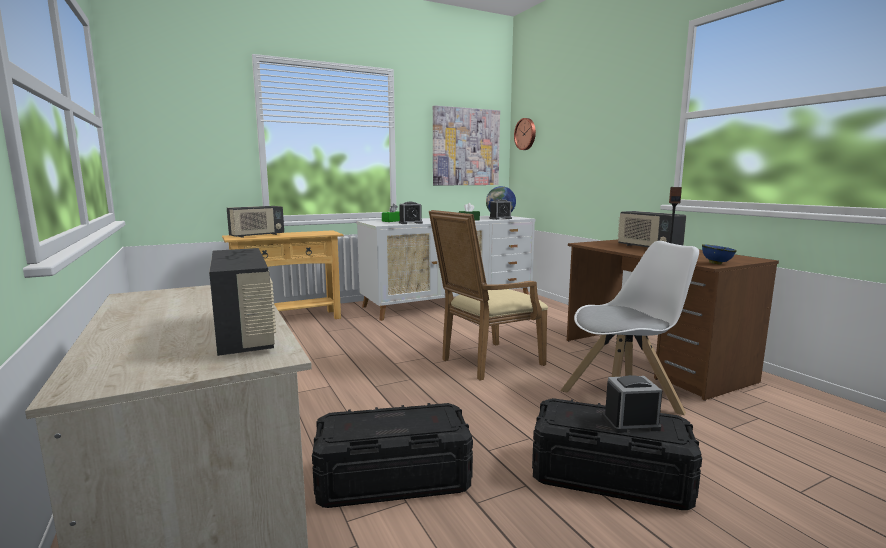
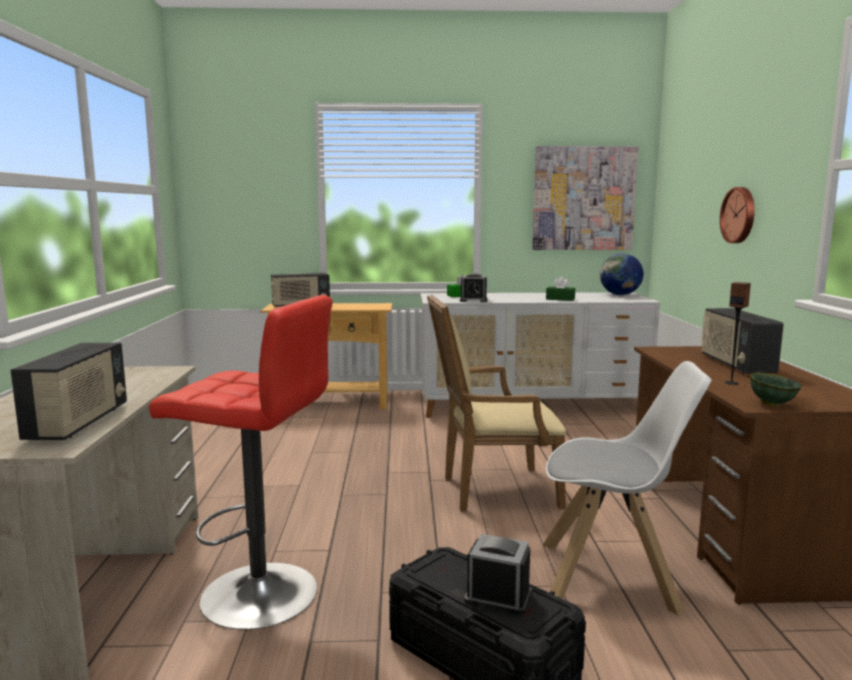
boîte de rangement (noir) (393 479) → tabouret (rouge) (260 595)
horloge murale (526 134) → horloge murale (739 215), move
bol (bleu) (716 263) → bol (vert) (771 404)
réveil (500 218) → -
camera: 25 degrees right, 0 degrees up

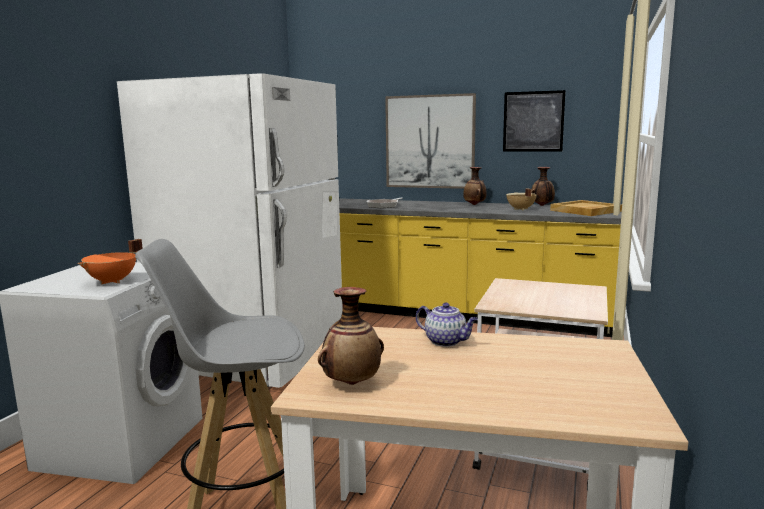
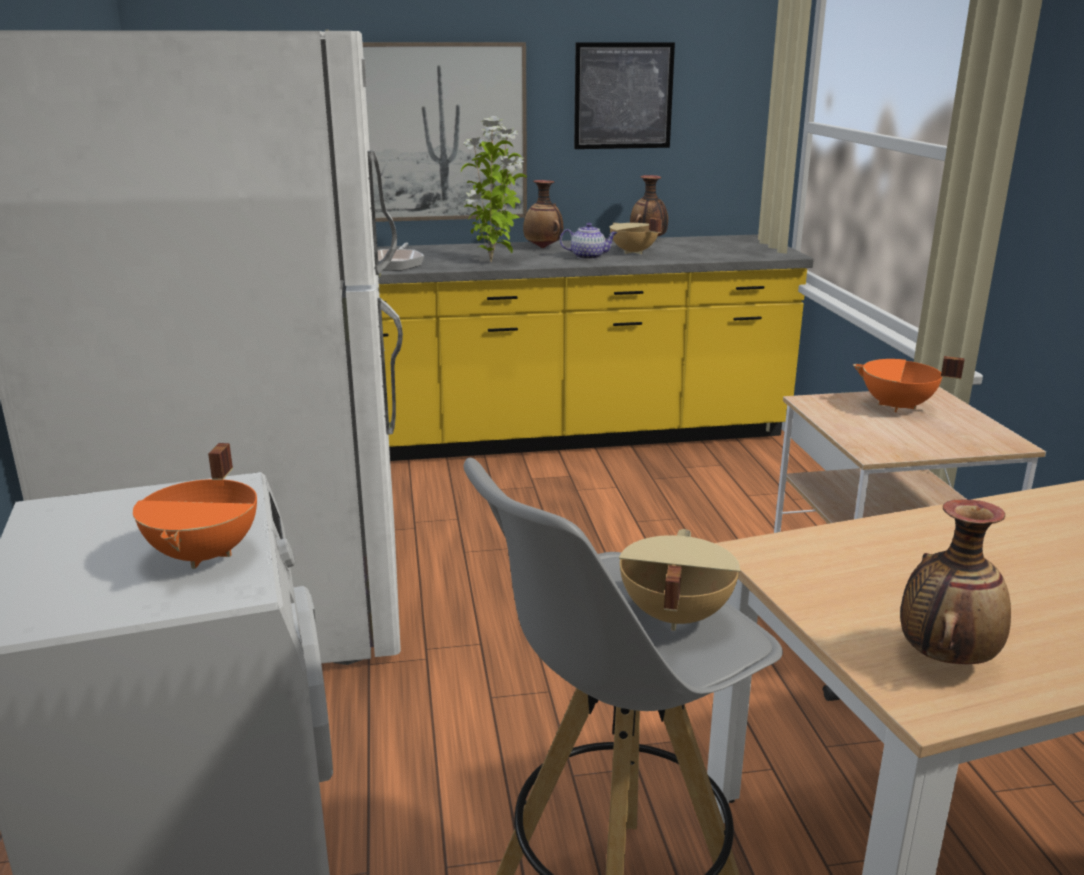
- → plante en pot (493 261)
théière (446 341) → théière (588 257), move
- → marmite (beige) (673 615)
- → marmite (orange) (897 407)
plateau (beige) (585 211) → -
camera: 30 degrees left, 10 degrees up

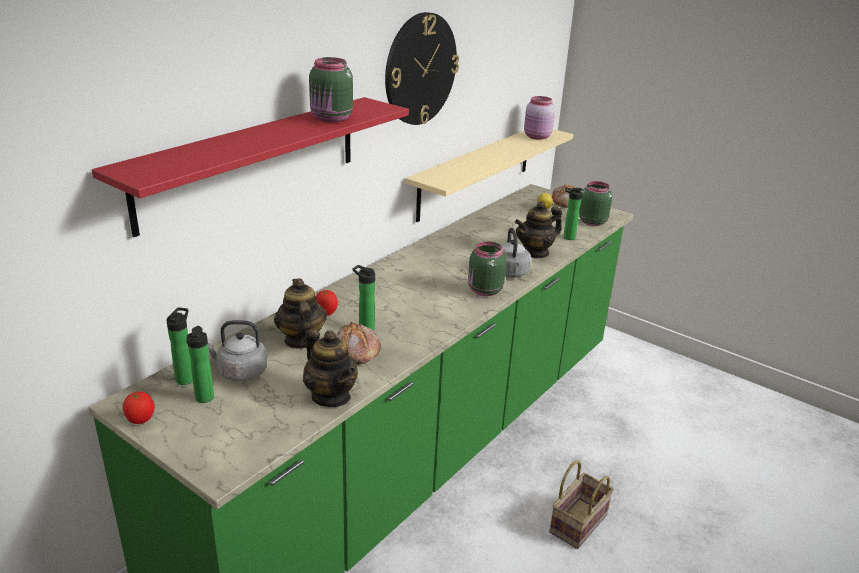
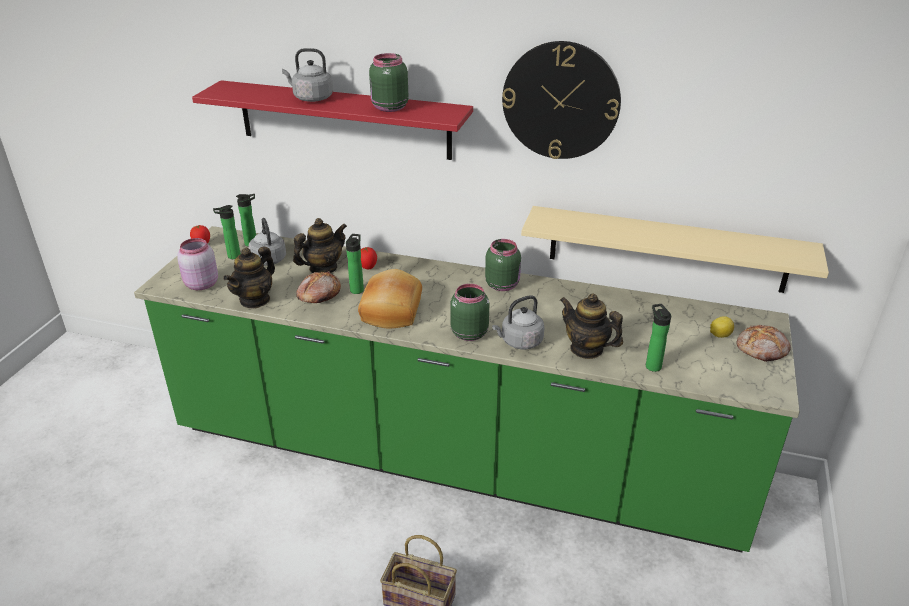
bocal (rose) (537 137) → bocal (rose) (200 284), move
- → bouilloire (gris) (311 98)
- → pain (390 311)
bocal (vert) (592 222) → bocal (vert) (502 285), move
camera: 70 degrees right, 5 degrees up

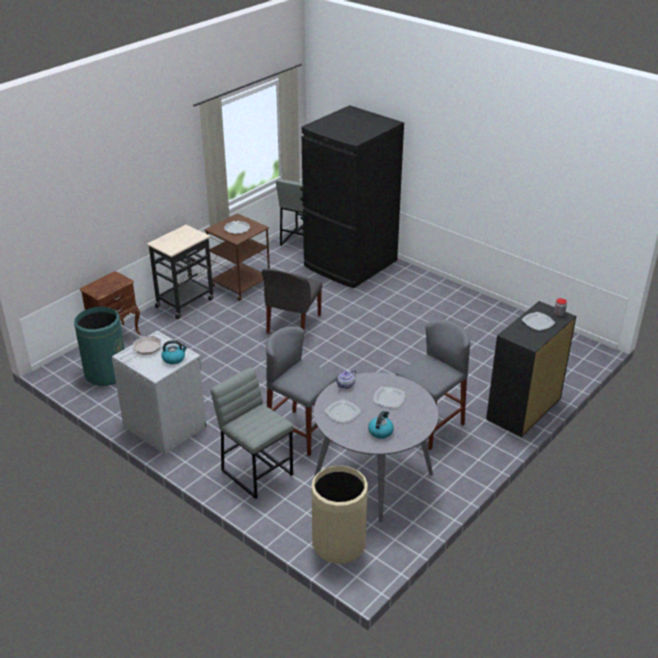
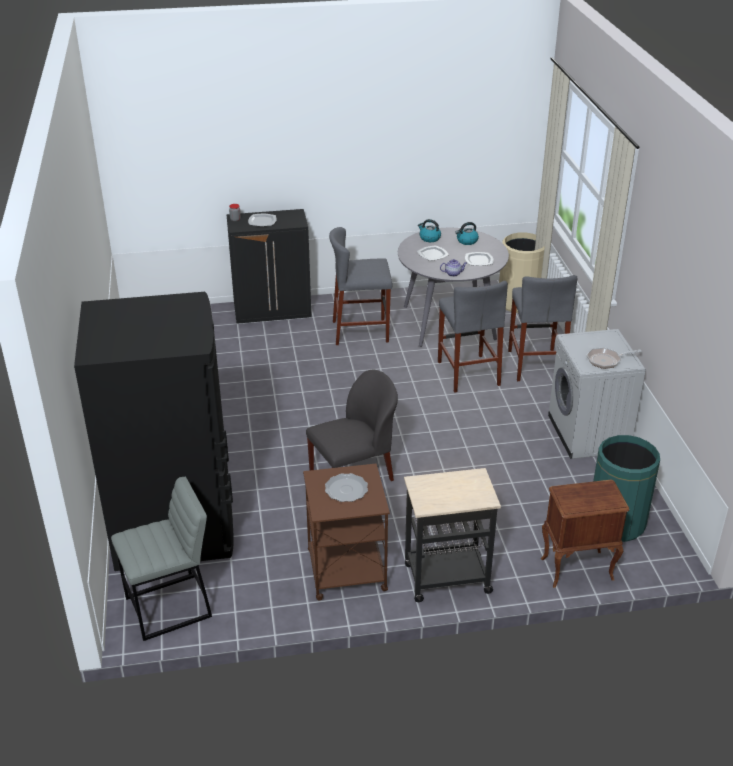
bouilloire (174 358) → bouilloire (429 238), move
chaise (gris) (255 471) → tabouret (gris) (535 364)
camera: 140 degrees left, 0 degrees up

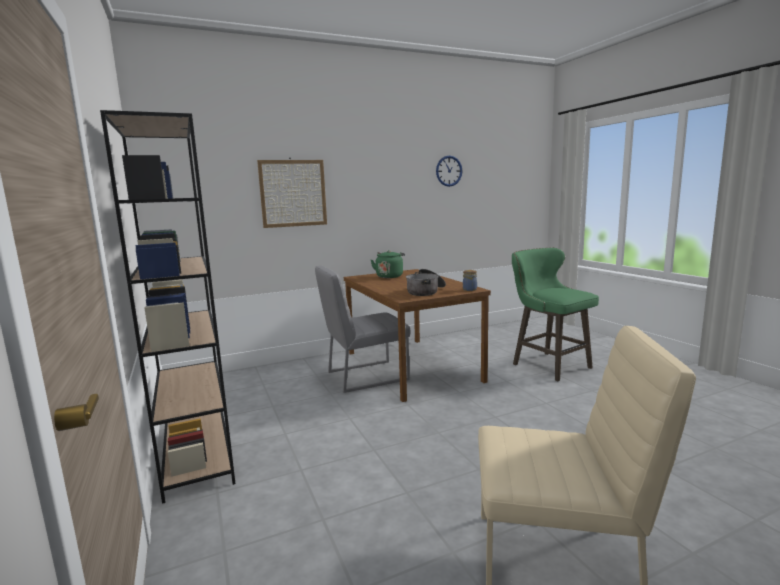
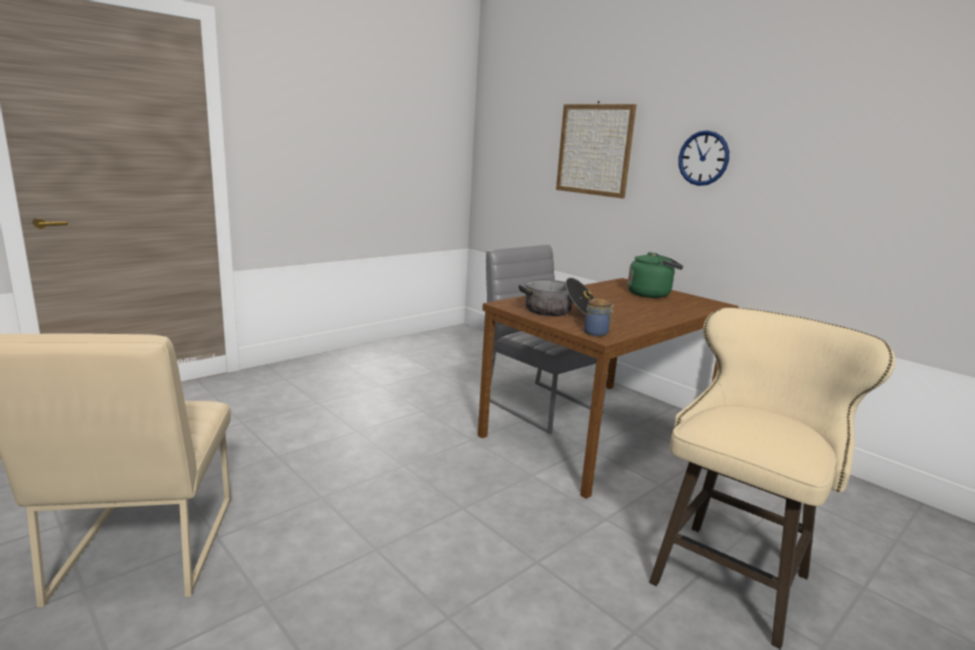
tabouret (vert) (548 365) → tabouret (beige) (733 575)
horloge murale (449 171) → horloge murale (703 158), move
bibliothèque (beige) (196 455) → -
camera: 70 degrees right, 5 degrees up

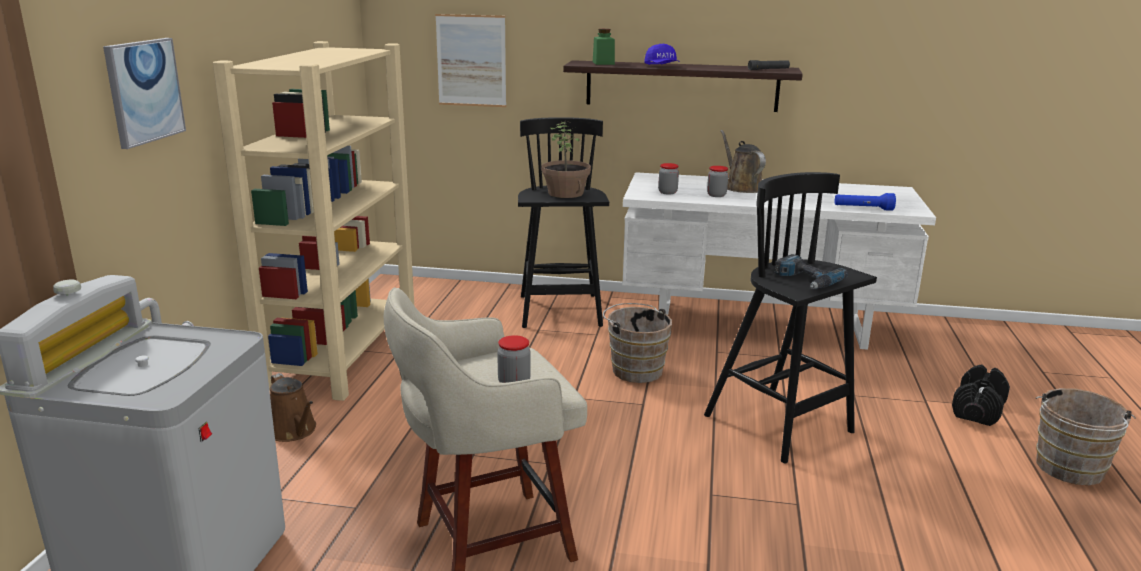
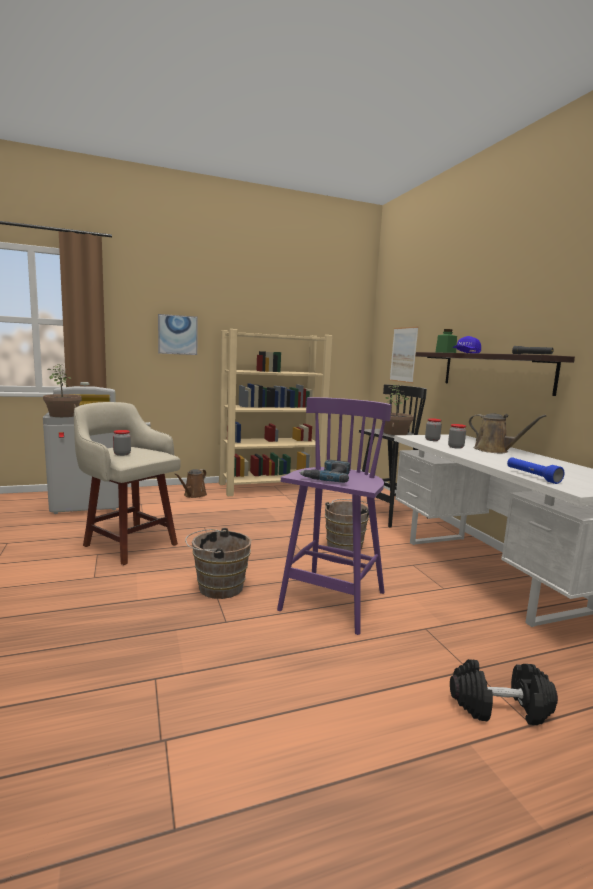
- → plante en pot (63 415)
seau (marron) (1068 470) → seau (marron) (217 587), move
tabouret (noir) (782 425) → tabouret (violet) (331 602)
arrosoir (marron) (741 187) → arrosoir (marron) (494 450), 90 degrees clockwise
camera: 60 degrees right, 10 degrees down

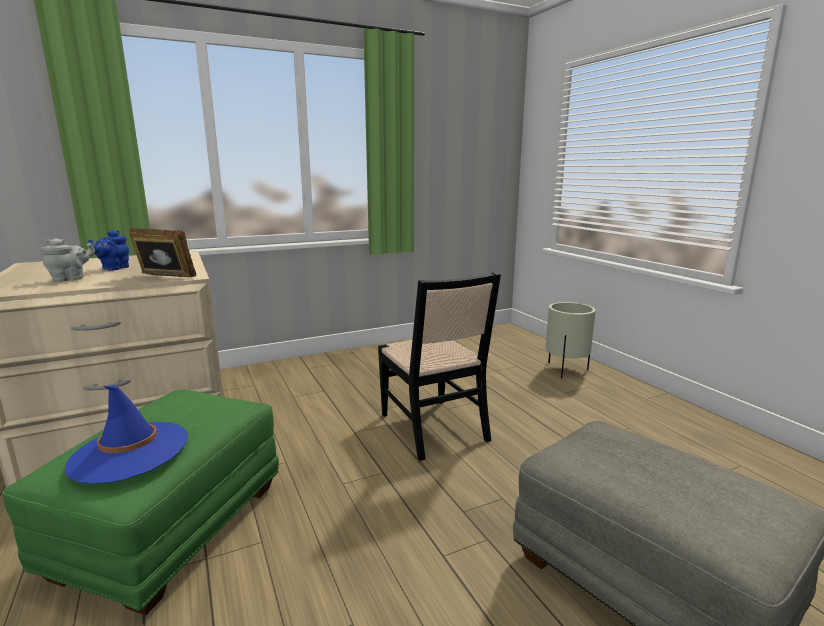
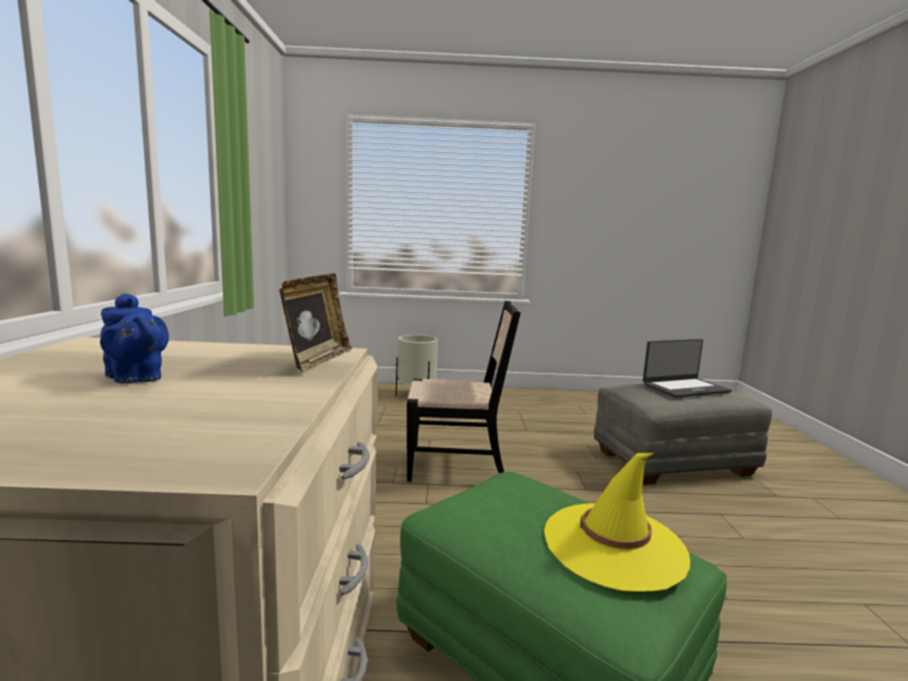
cadre photo (164 277) → cadre photo (317 360), 150 degrees clockwise
chapeau (bleu) (129 452) → chapeau (jaune) (614 545)
- → ordinateur portable (685 388)
théière (gris) (71 279) → -
camera: 65 degrees left, 5 degrees down

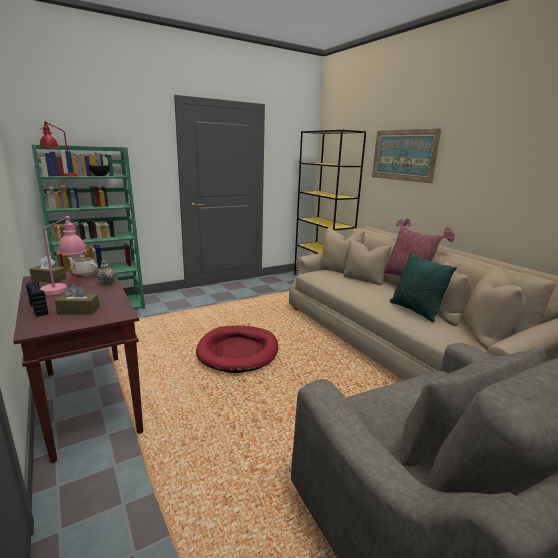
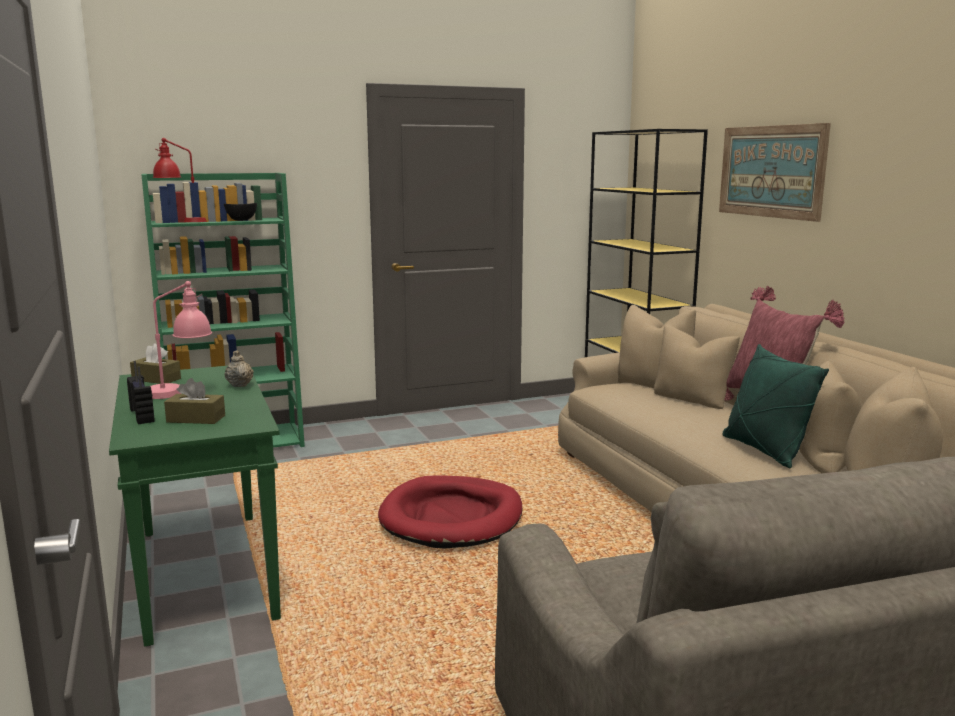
table console (marron) (89 400) → table console (vert) (204 572)
théière (beige) (84 274) → -
camera: 10 degrees right, 5 degrees down

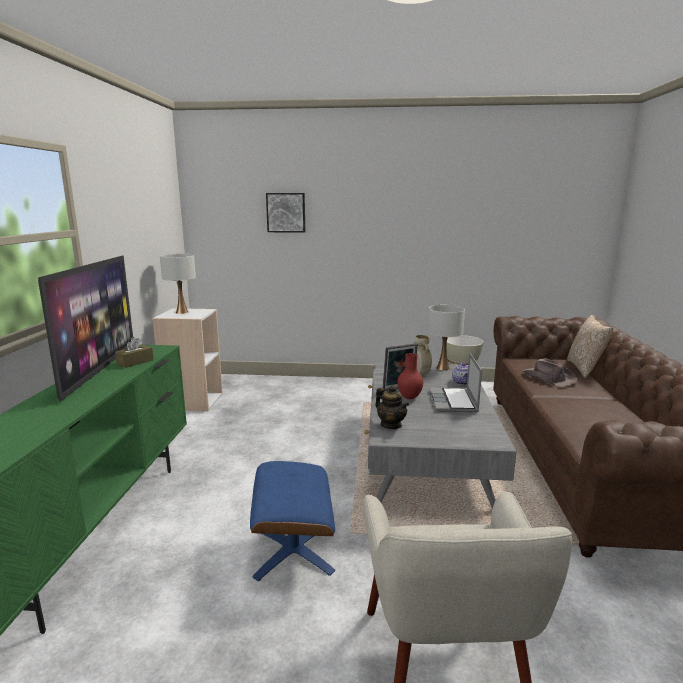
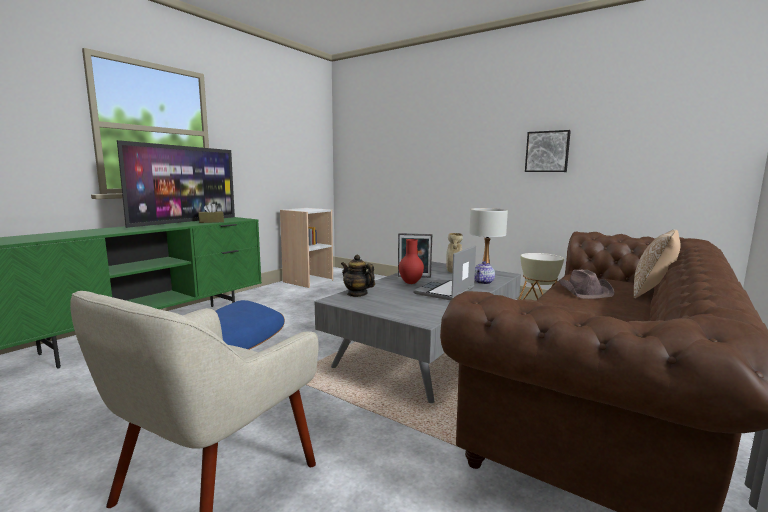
théière (391 425) → théière (357 294), 135 degrees clockwise
tableau (286 212) → tableau (547 151), move
lampe de table (blanc) (182 312) → -
camera: 30 degrees right, 5 degrees down

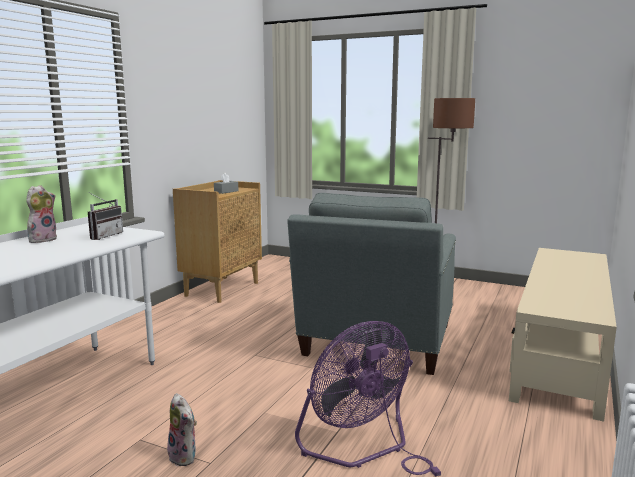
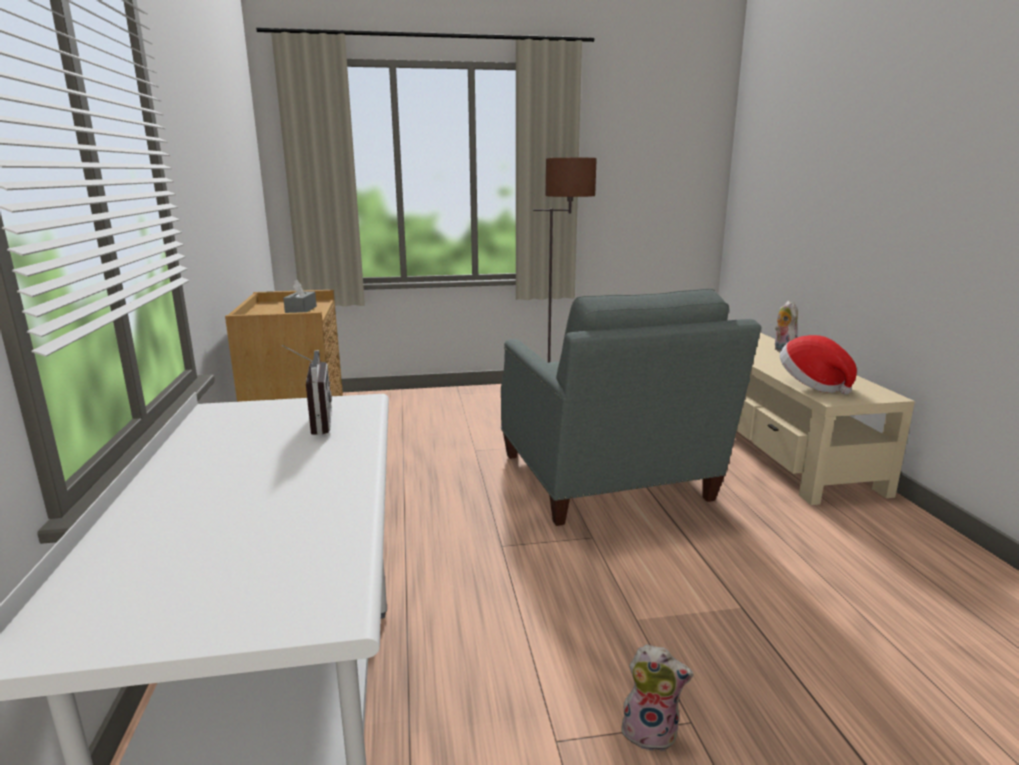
peluche (43 239) → peluche (782 351), move
- → chapeau (812 385)
ventilateur (violet) (371 447) → -
camera: 35 degrees left, 5 degrees up

